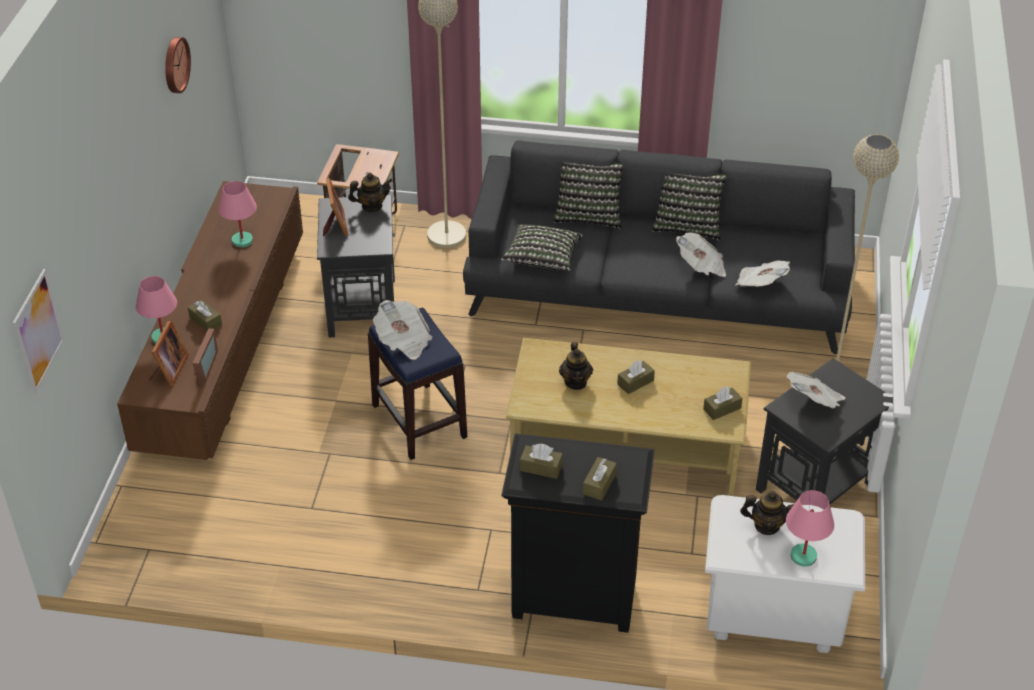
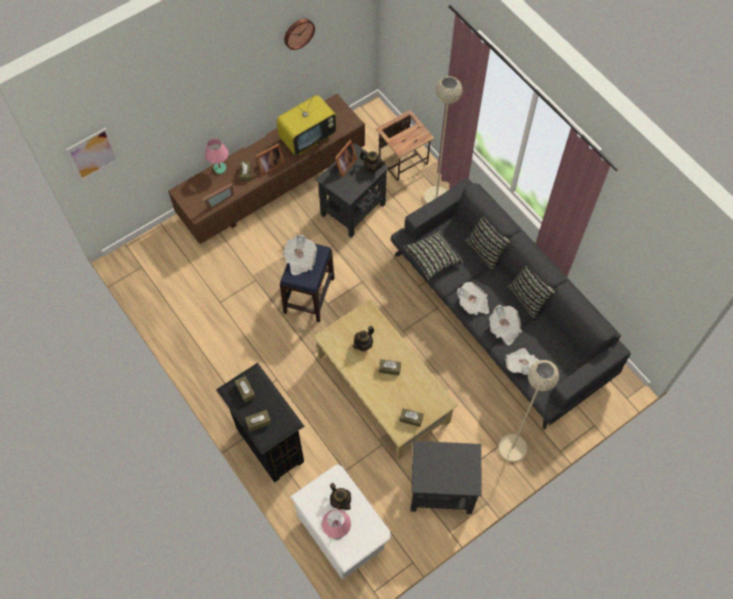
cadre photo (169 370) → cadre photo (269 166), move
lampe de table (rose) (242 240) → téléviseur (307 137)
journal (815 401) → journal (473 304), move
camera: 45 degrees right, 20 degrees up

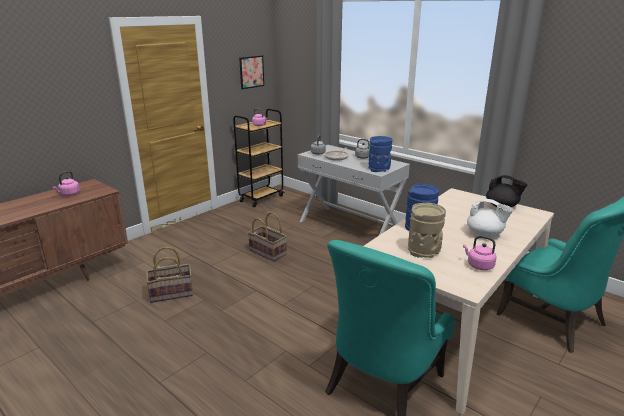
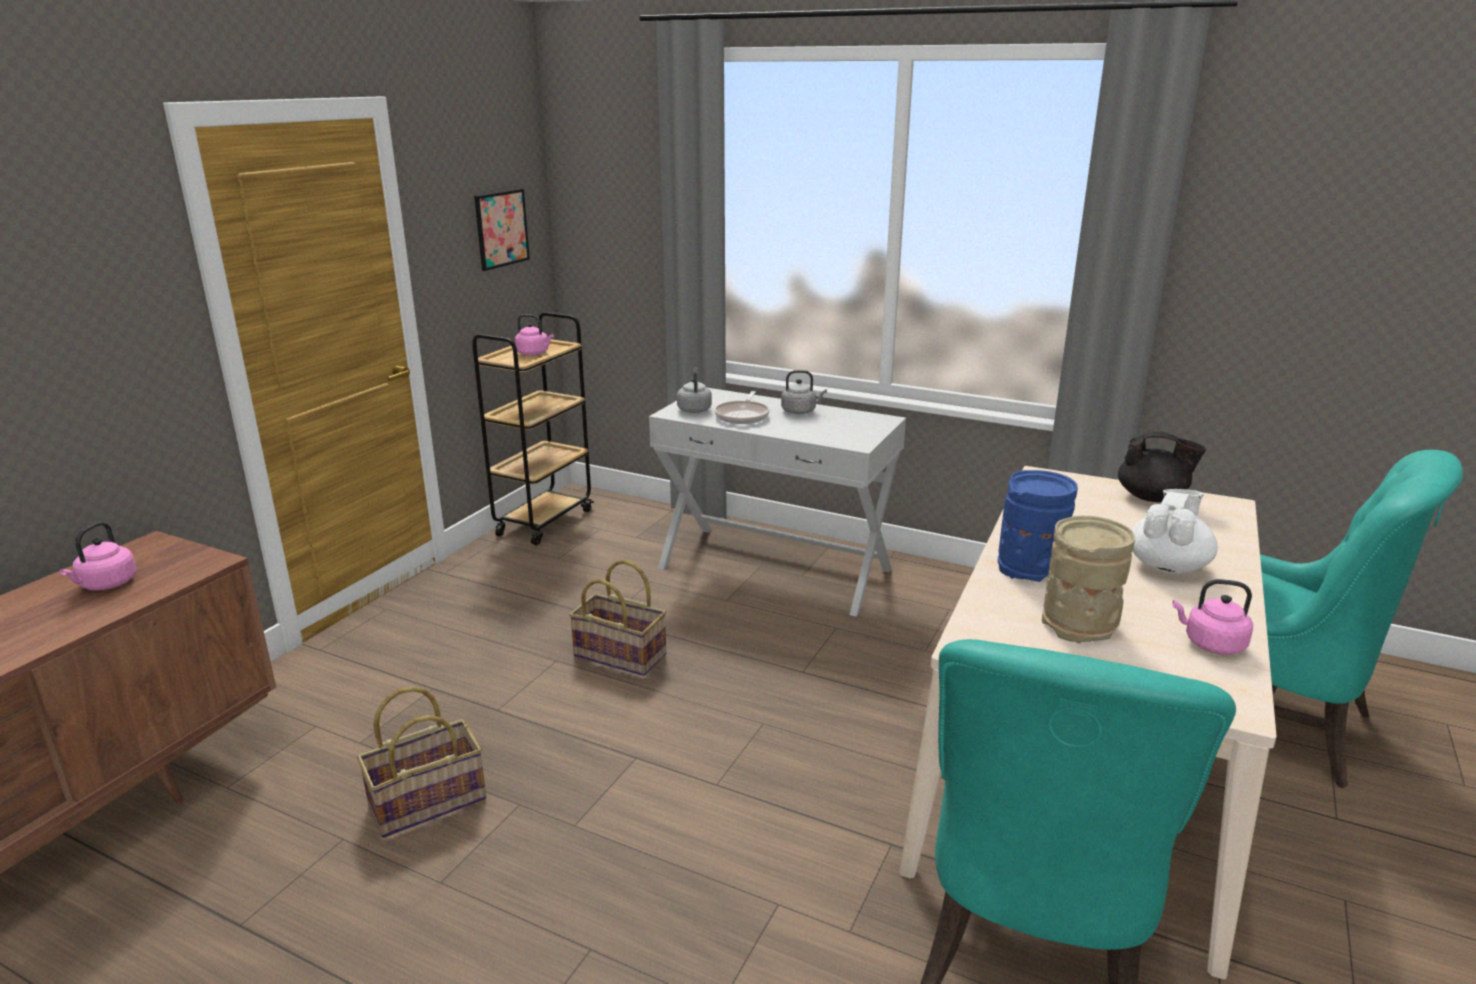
théière (blanc) (485 234) → théière (blanc) (1167 566), 75 degrees counterclockwise
vase (bleu) (379 169) → -
camera: 15 degrees left, 0 degrees up

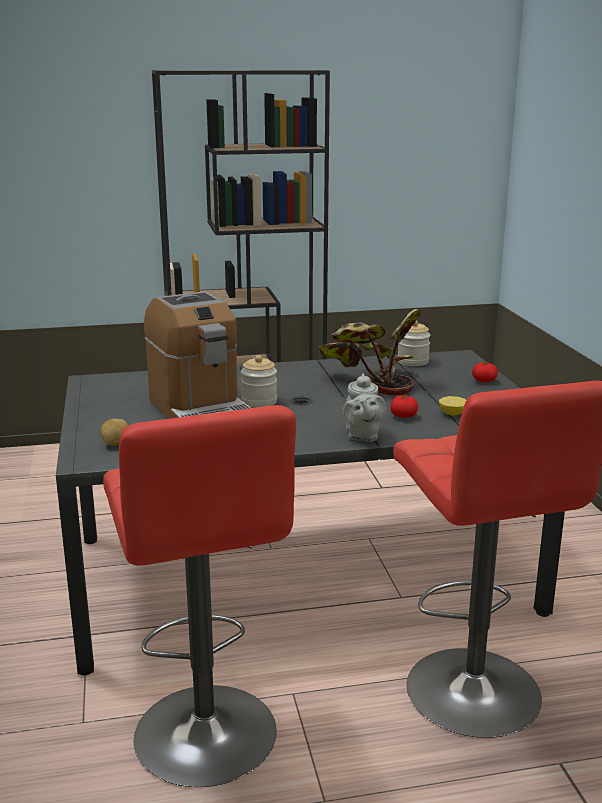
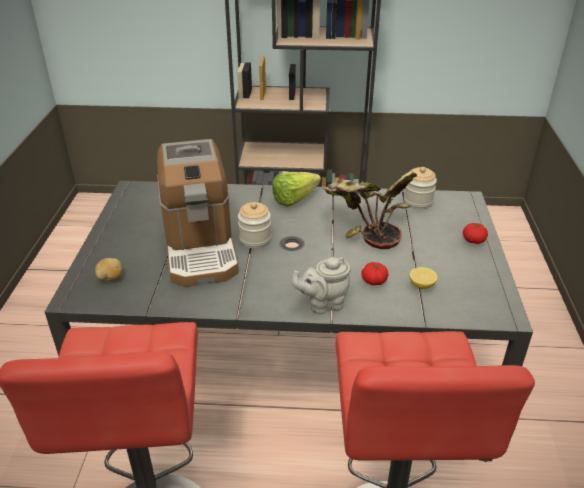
- → laitue (298 199)
théière (gris) (362 436) → théière (gris) (323 304), 60 degrees clockwise
camera: 15 degrees right, 15 degrees up

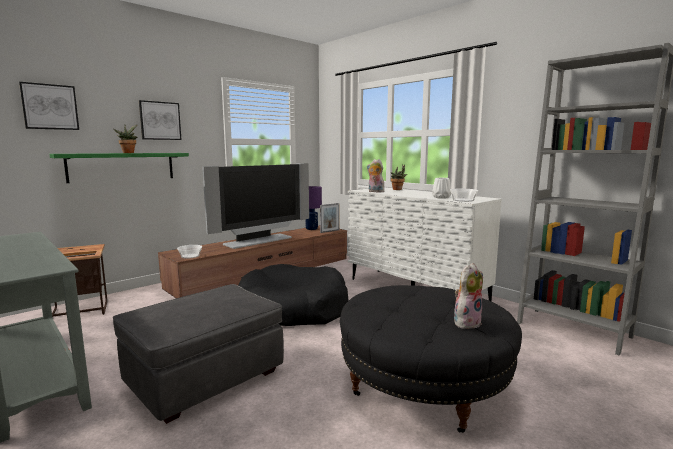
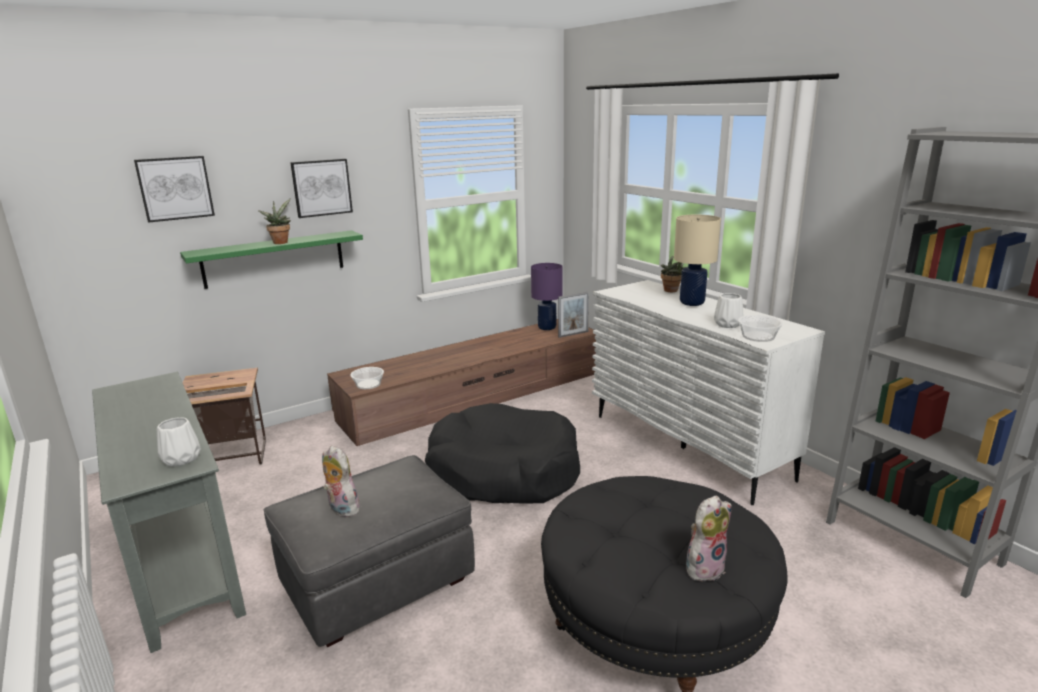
- → vase (blanc) (182 458)
peluche (375 192) → peluche (341 509), move
- → lampe de table (beige) (691 304)
téléviseur (259 241) → -
camera: 10 degrees right, 10 degrees up

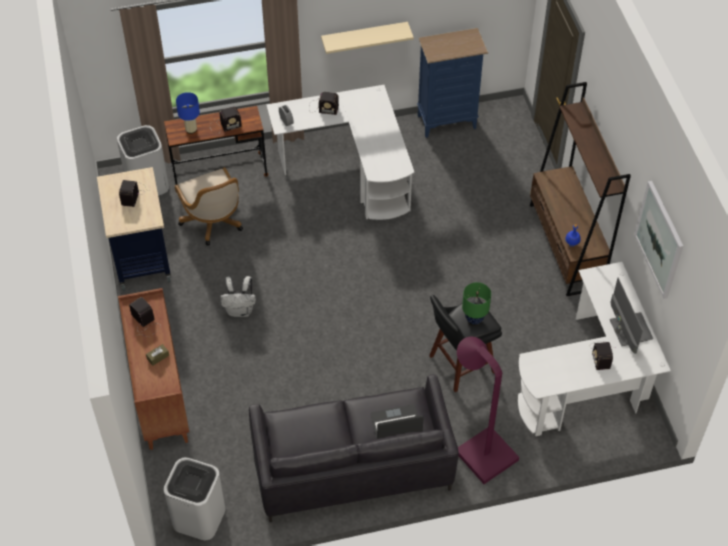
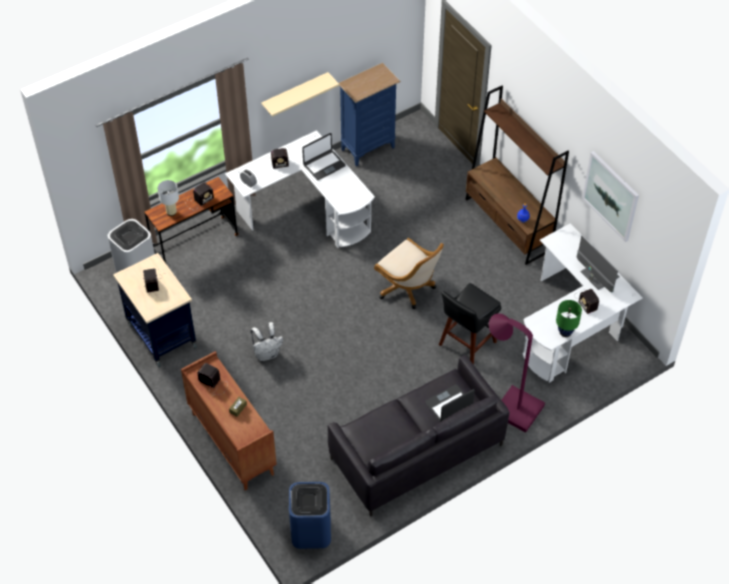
lampe de table (bleu) (191 130) → lampe de table (blanc) (171 212)
poubelle (blanc) (198 517) → poubelle (bleu) (310 531)
- → ordinateur portable (324 165)
chaise de bureau (214 223) → chaise de bureau (409 288), move
lampe de table (vert) (474 320) → lampe de table (vert) (565 332), move
camera: 20 degrees left, 0 degrees up

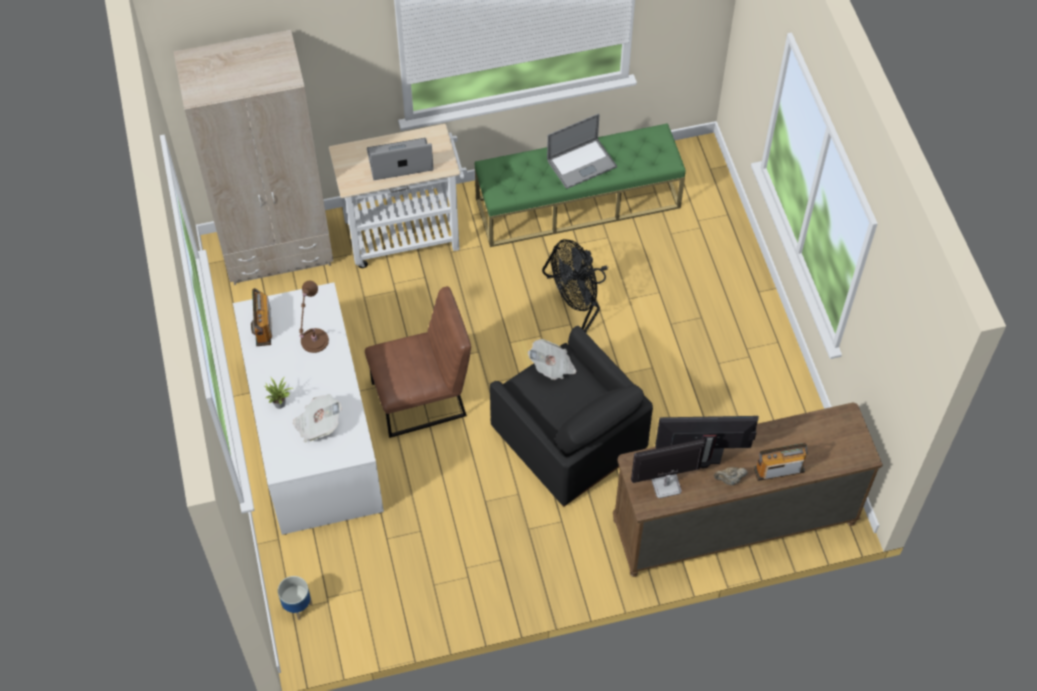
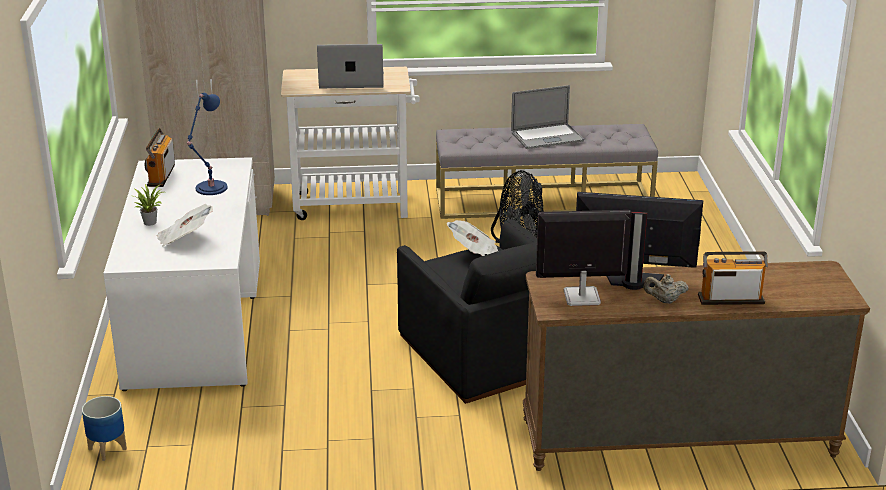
lampe de table (marron) (313 343) → lampe de table (bleu) (209 189)
banc (vert) (578 203) → banc (gris) (543 200)
chaise (marron) (422 399) → -
camera: 10 degrees right, 30 degrees down

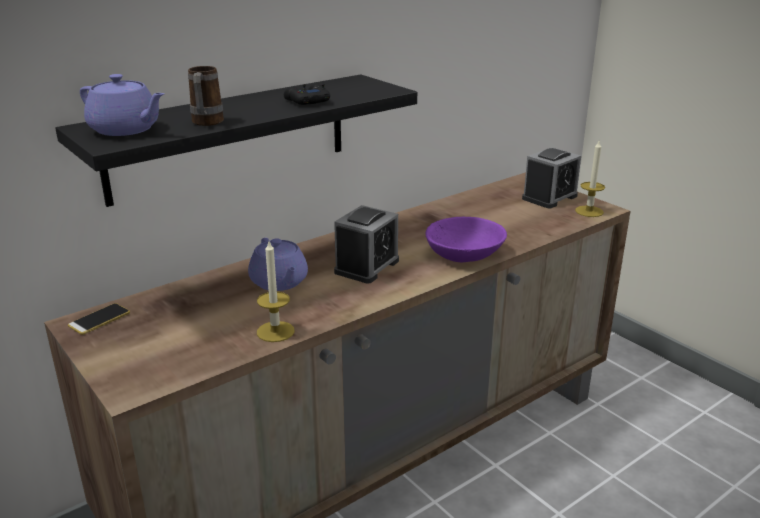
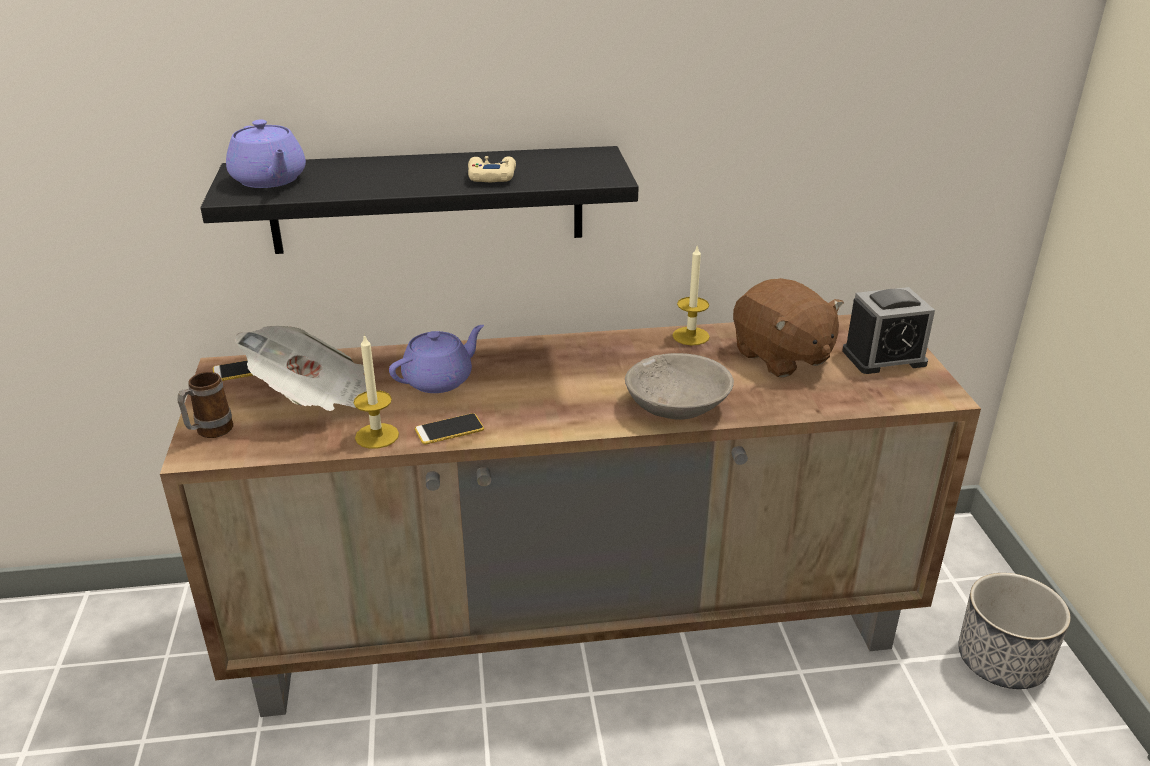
mug (206 123) → mug (209 433), move
- → journal (317 400)
théière (violet) (279 282) → théière (violet) (439 380), 135 degrees counterclockwise
- → téléphone (449 430)
manette (noir) (307 101) → manette (beige) (491 177)
bol (violet) (464 253) → bol (gris) (677 405)
bougie (589 211) → bougie (691 336), move
- → peluche (marron) (781 357)
- → cache-pot (1002 661)
réveil (367 266) → -
camera: 30 degrees right, 5 degrees up

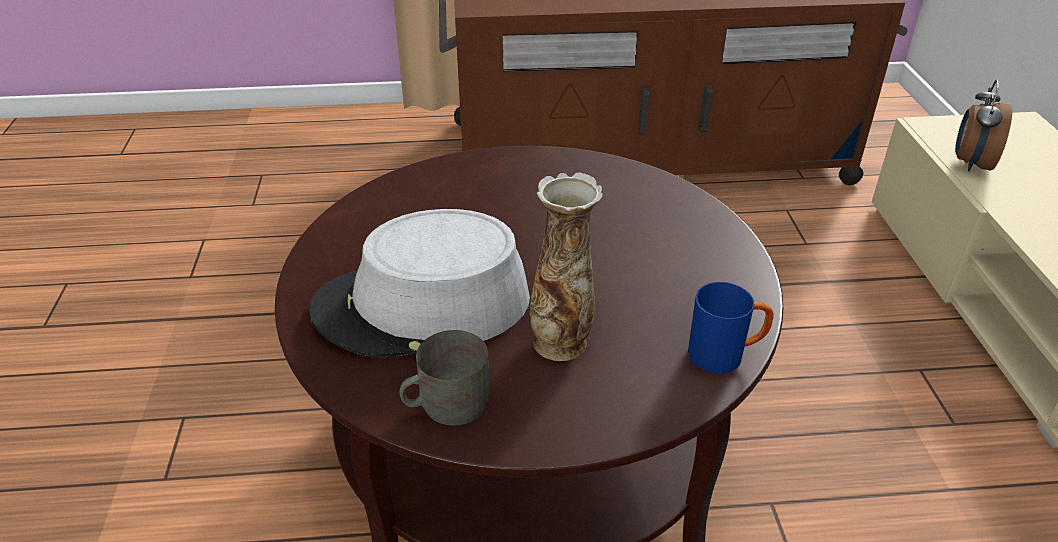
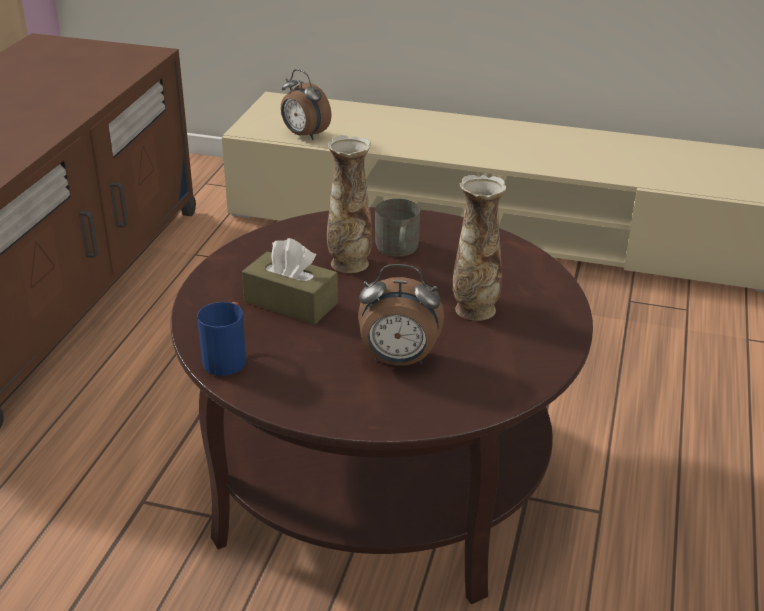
mug (bleu) (725 355) → mug (bleu) (228 358), move
- → boîte à mouchoirs (marron) (291 302)
- → vase (349 263)
chapeau (gris) (422 306) → réveil (398 360)
mug (gris) (445 404) → mug (gris) (397 249), move
camera: 70 degrees left, 5 degrees down

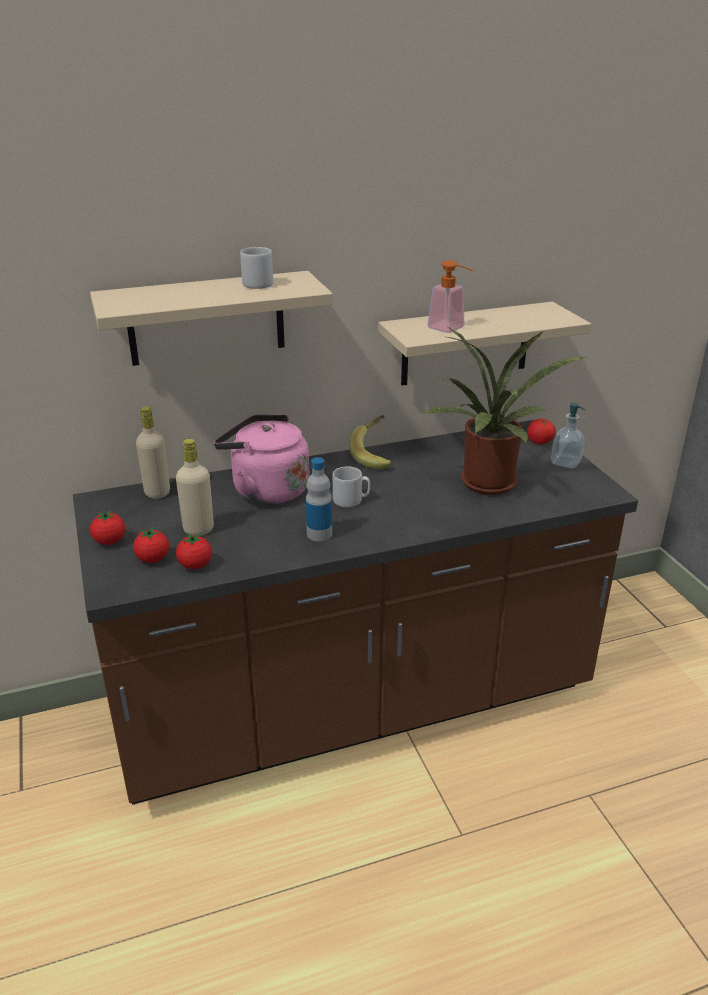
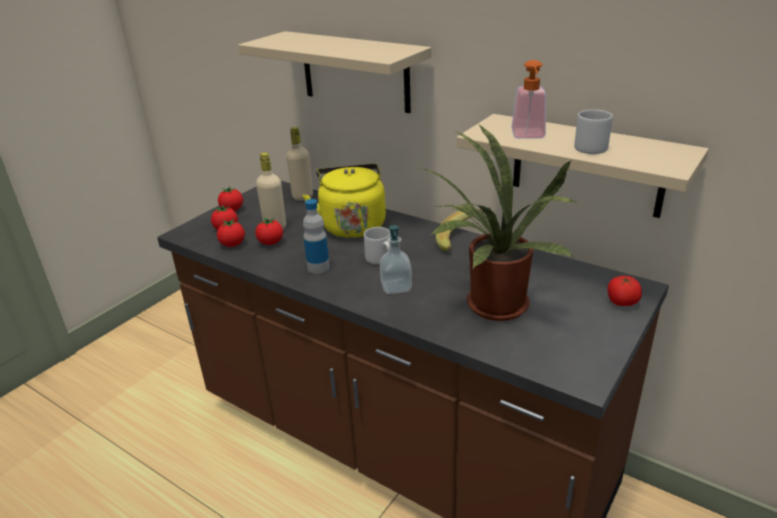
- → tomate (271 243)
bouilloire (rose) (266 490) → bouilloire (jaune) (352 225)
distributeur de savon (565 462) → distributeur de savon (396 287), move
mug (gris) (255 283) → mug (gris) (590 147), move
camera: 55 degrees right, 0 degrees up

